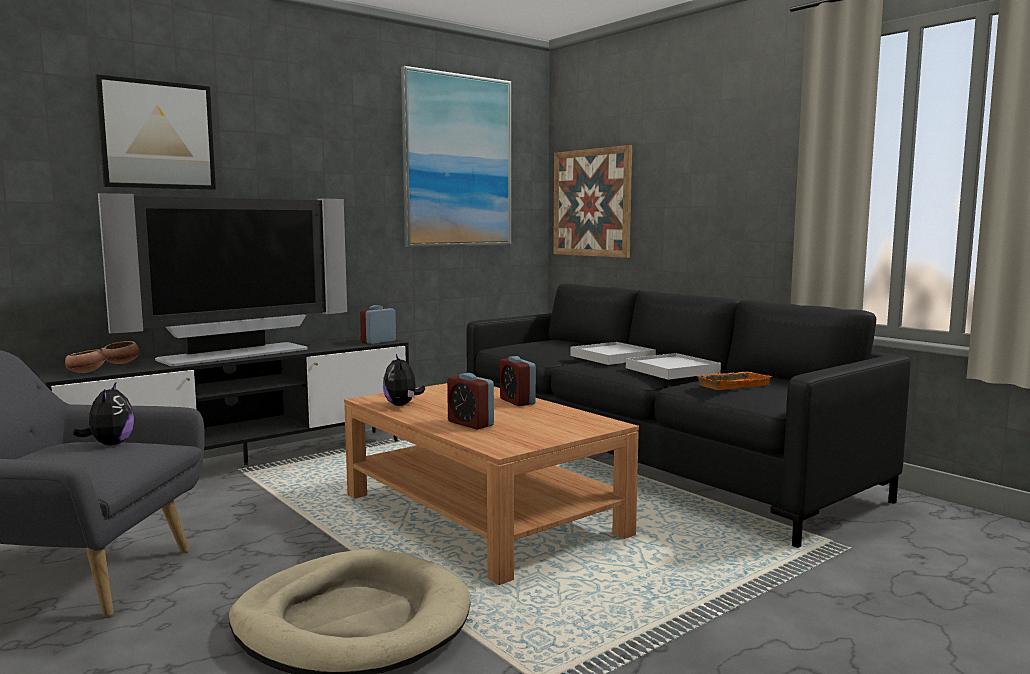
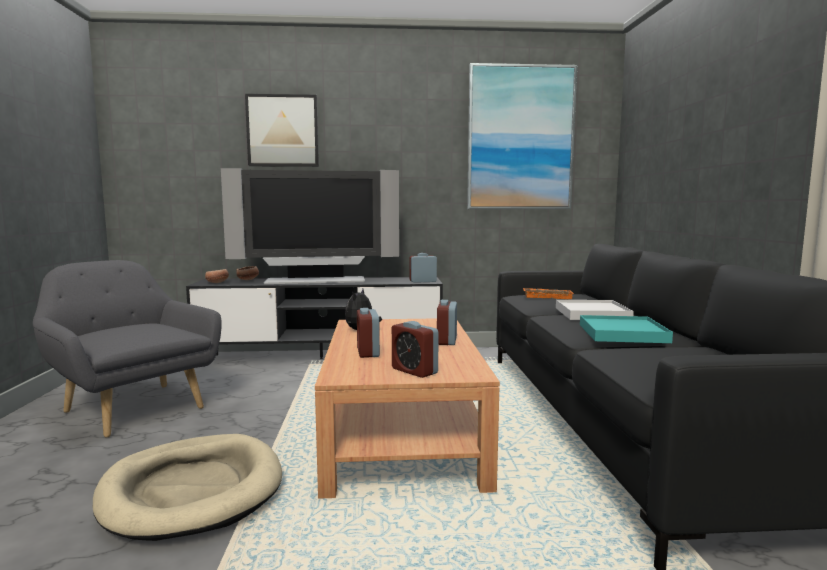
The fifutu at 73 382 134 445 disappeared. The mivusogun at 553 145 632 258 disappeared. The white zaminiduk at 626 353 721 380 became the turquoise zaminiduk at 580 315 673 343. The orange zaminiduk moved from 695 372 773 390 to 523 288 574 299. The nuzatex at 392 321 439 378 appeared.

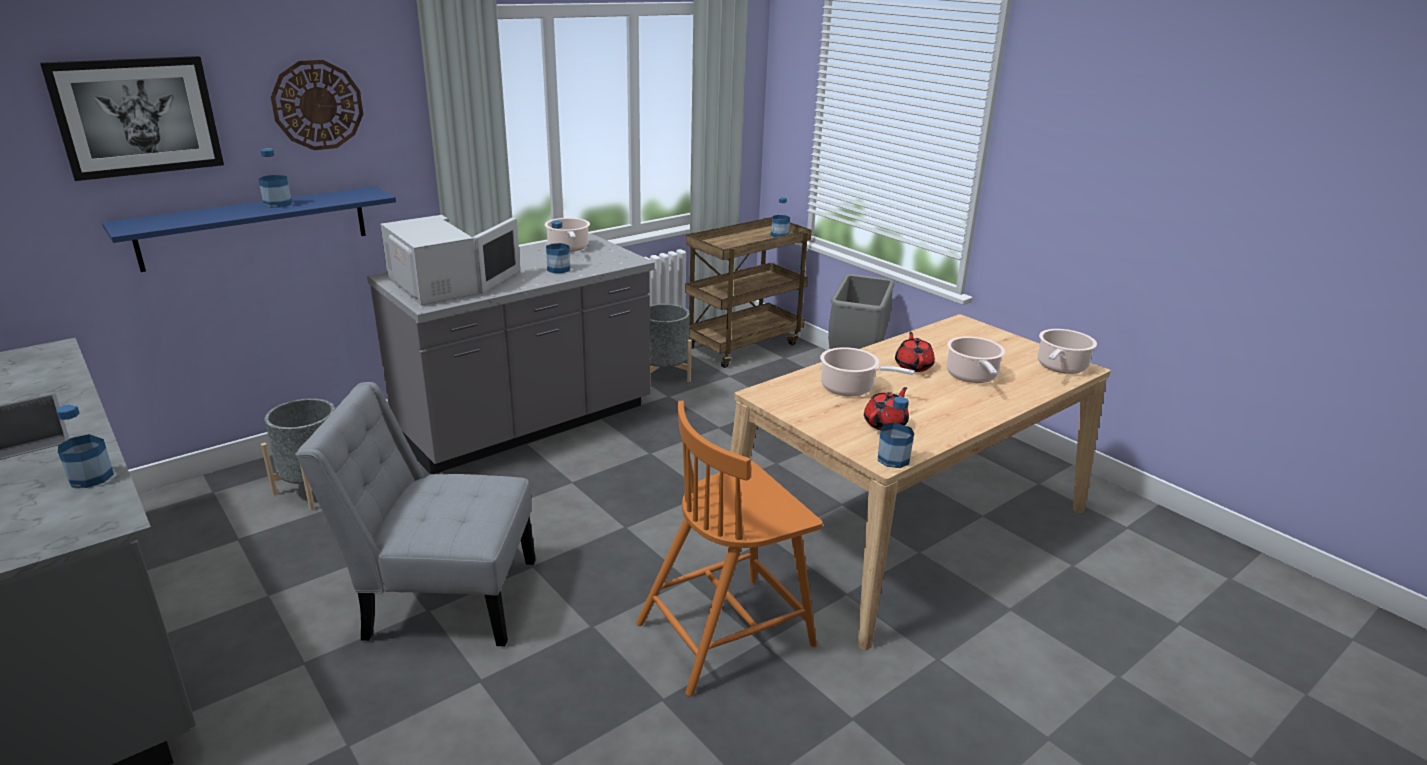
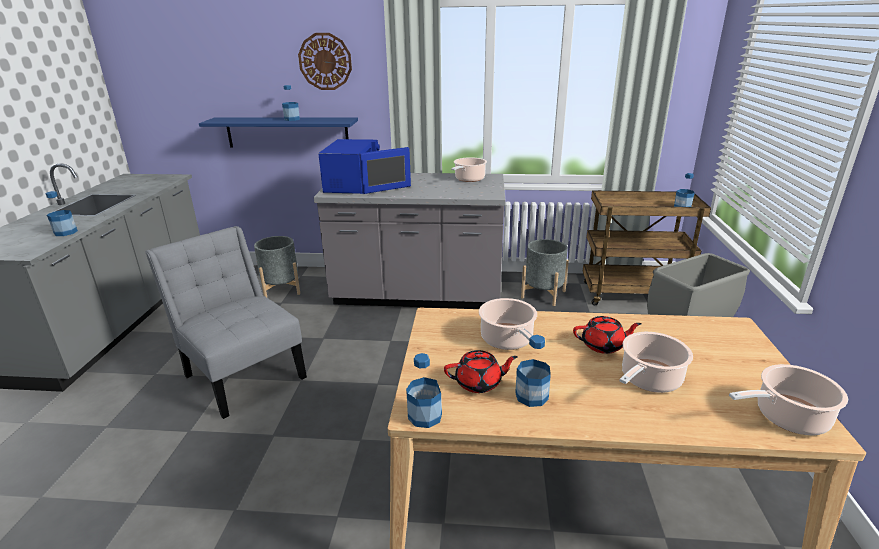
The mivusogun at 40 56 224 181 disappeared. The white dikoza at 380 215 520 306 became the blue dikoza at 318 139 411 194. The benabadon moved from 546 221 570 273 to 515 335 551 407. The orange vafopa at 636 401 823 696 disappeared. The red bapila at 895 332 935 372 turned 45 degrees clockwise.

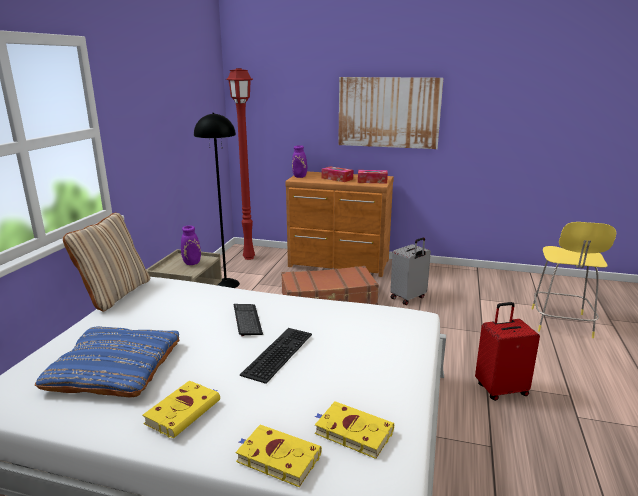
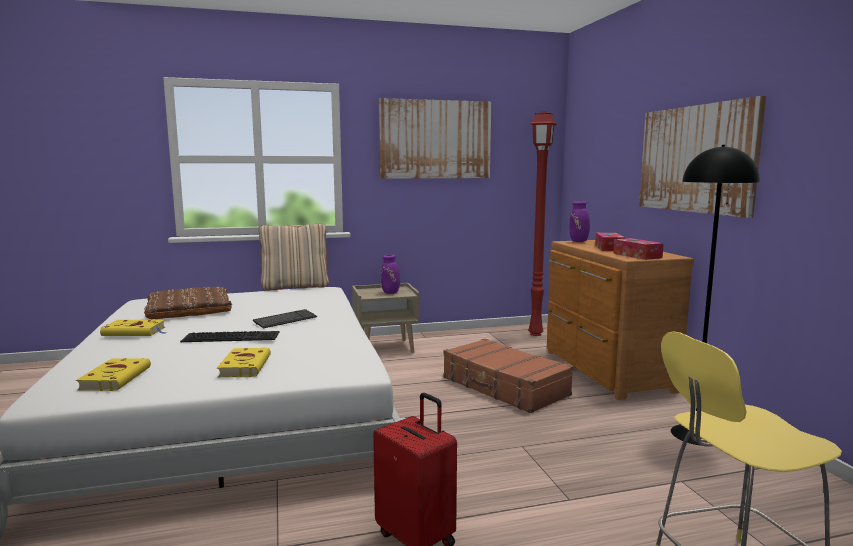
The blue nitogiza at 35 326 179 397 became the brown nitogiza at 144 287 232 319. The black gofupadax moved from 194 113 240 288 to 671 145 760 446. The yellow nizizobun moved from 236 425 322 487 to 217 348 271 377. The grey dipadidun at 390 237 431 305 disappeared. The mivusogun at 379 98 491 179 appeared.

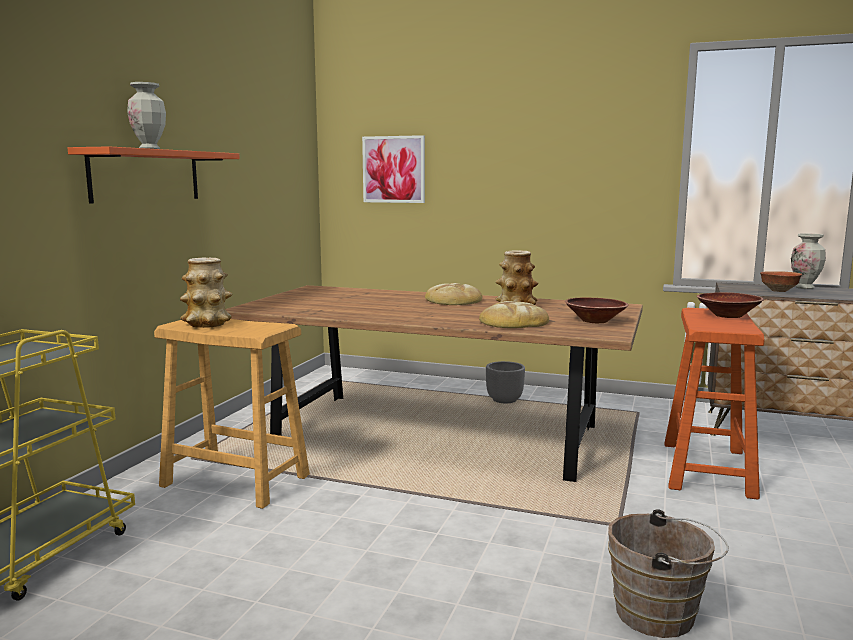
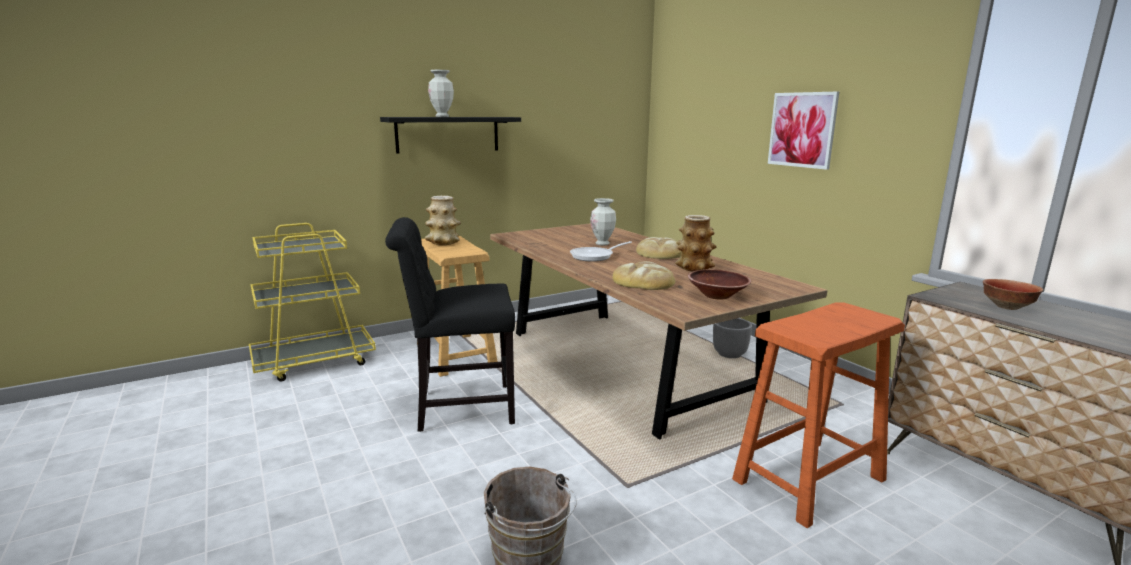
The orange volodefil at 68 146 240 204 became the black volodefil at 380 117 521 154. The mivusogun moved from 362 135 425 203 to 768 92 839 170. The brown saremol at 697 292 764 318 disappeared. The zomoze moved from 791 233 826 289 to 590 198 616 246. The black vafopa at 385 217 515 432 appeared. The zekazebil at 570 241 632 262 appeared.

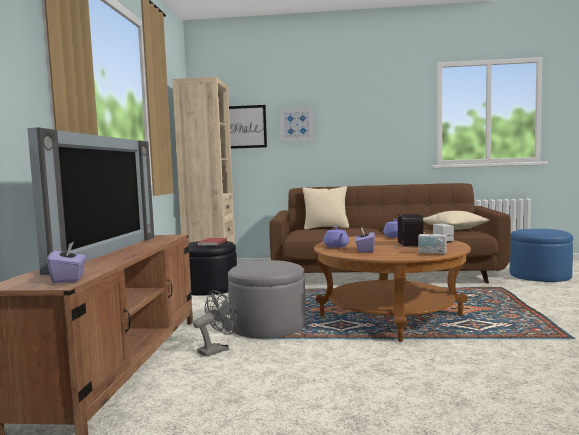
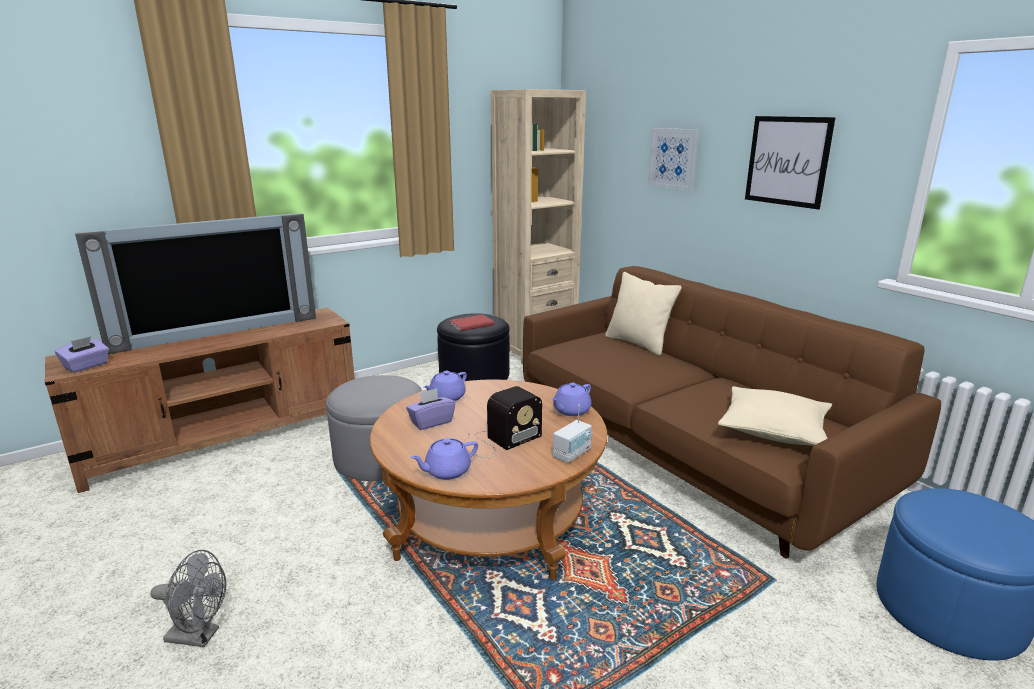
The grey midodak moved from 193 290 237 357 to 150 550 226 647. The mivusogun moved from 229 105 267 149 to 745 116 836 209. The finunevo at 418 221 447 255 was replaced by the purple bapila at 410 438 478 480.

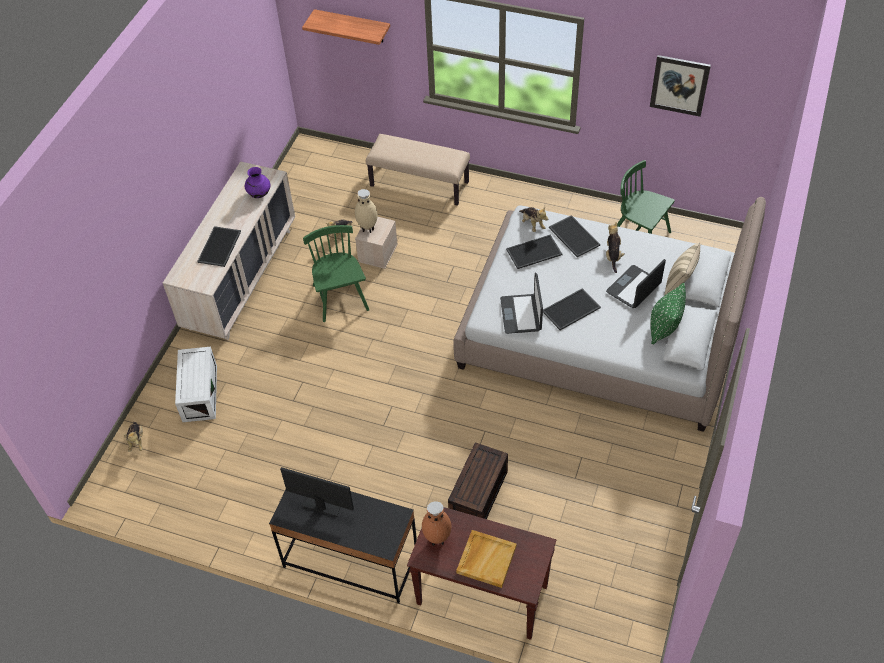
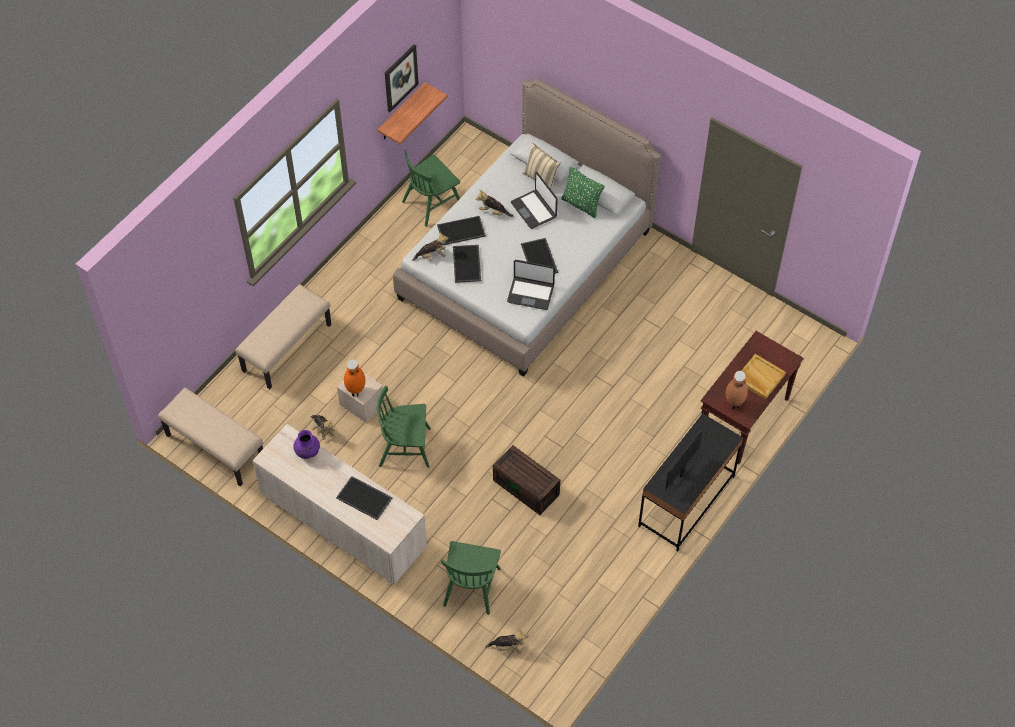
The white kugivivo at 175 346 217 422 was replaced by the green vafopa at 441 541 501 615. The volodefil moved from 302 9 390 45 to 377 83 447 144. The beige zomoze at 355 189 377 233 became the orange zomoze at 344 359 365 397. The brown kugivivo moved from 448 442 508 519 to 493 445 560 515. The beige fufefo at 158 388 263 487 appeared.

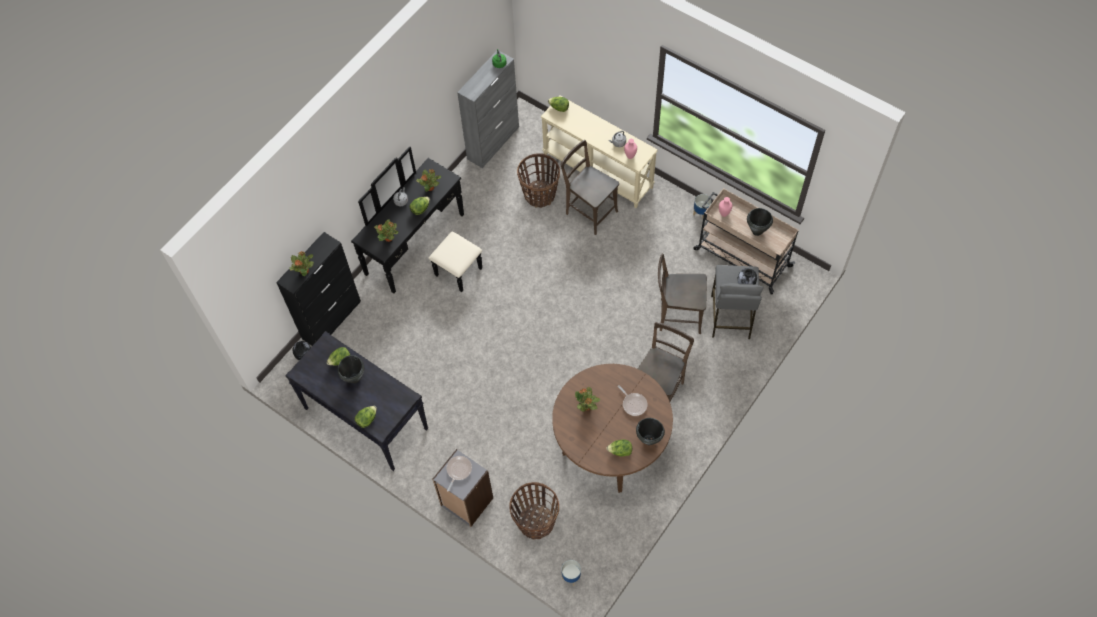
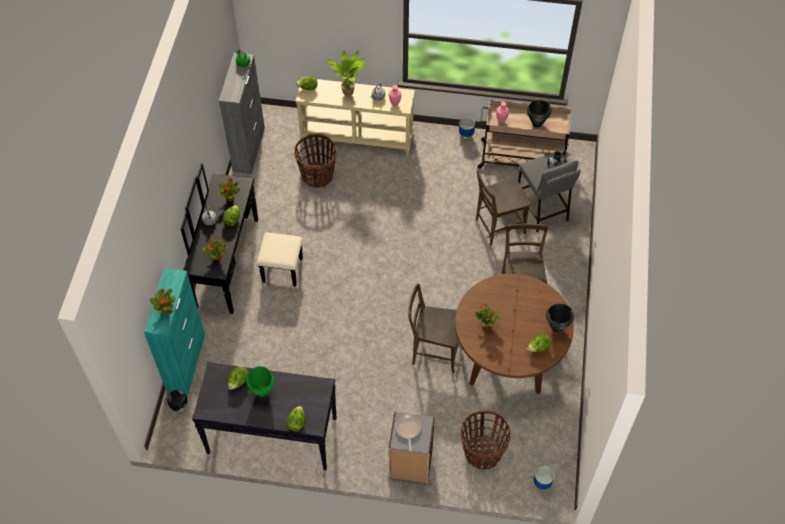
The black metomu at 276 232 361 346 became the turquoise metomu at 144 268 205 395. The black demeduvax at 338 355 364 384 became the green demeduvax at 246 366 274 397. The brown vafopa moved from 561 140 619 235 to 408 283 459 373. The zekazebil at 618 385 647 416 disappeared. The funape at 327 50 366 97 appeared.

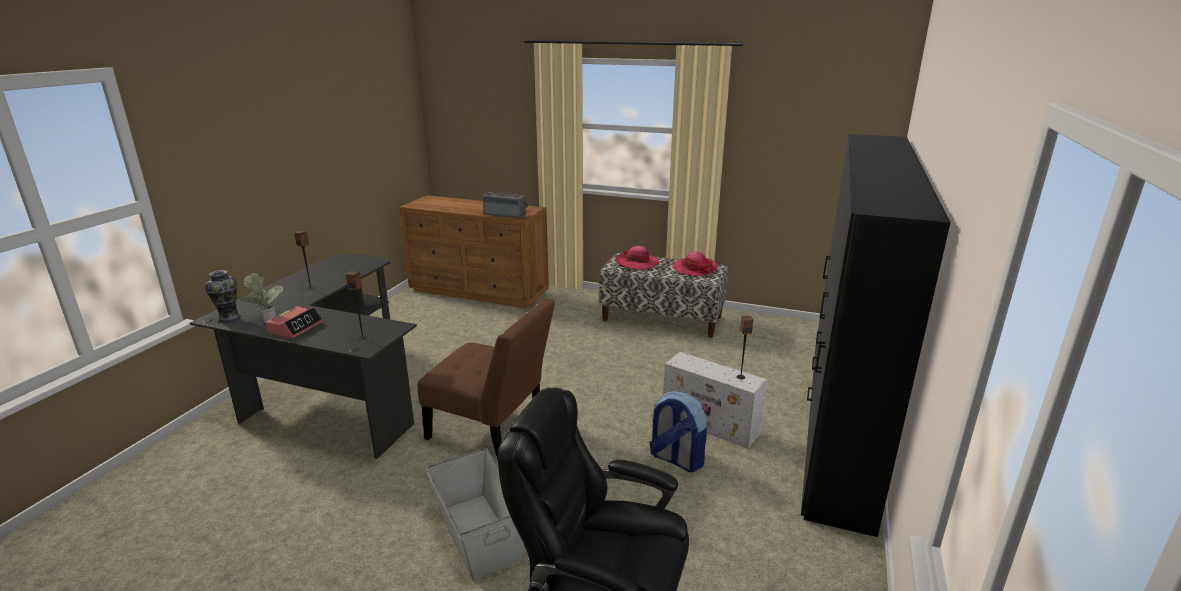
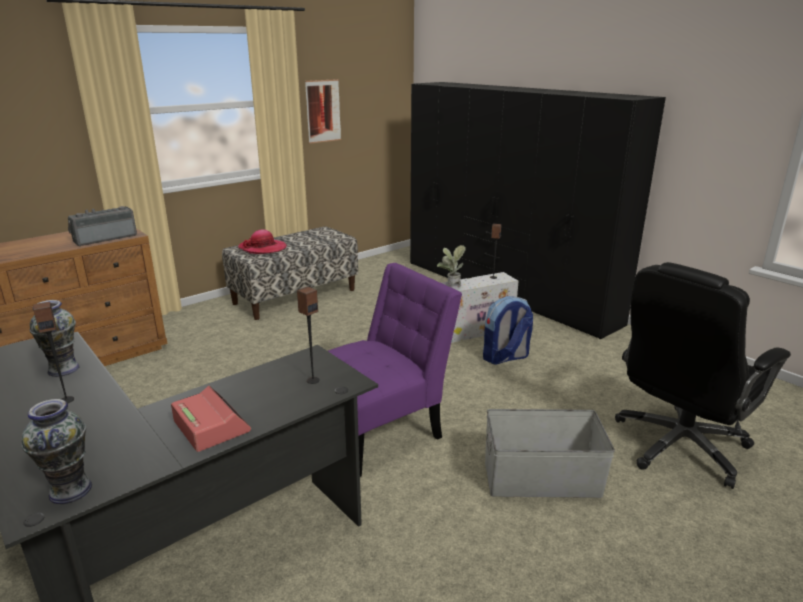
The funape moved from 240 273 283 324 to 437 245 466 286. The brown vafopa at 418 298 555 460 became the purple vafopa at 328 263 462 477. The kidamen at 672 251 718 276 disappeared. The zomoze at 30 300 80 377 appeared. The mivusogun at 305 79 341 144 appeared.

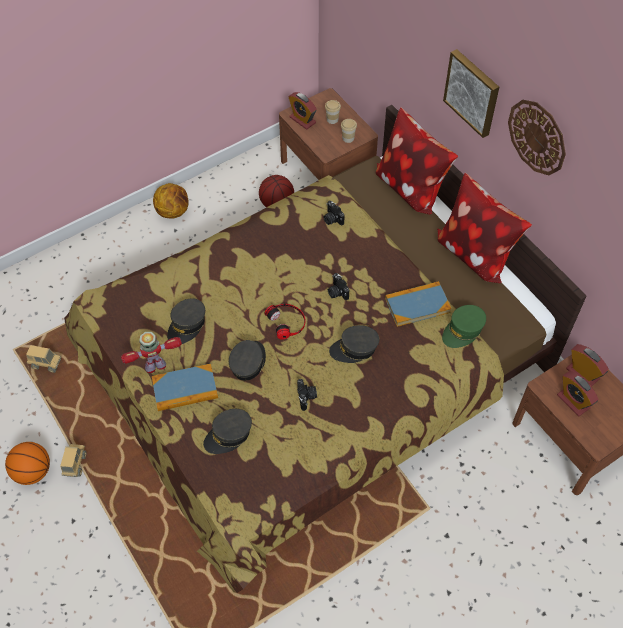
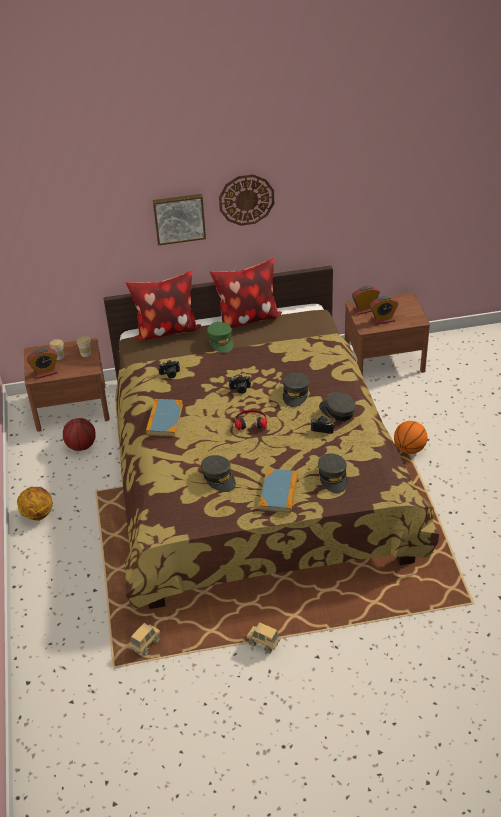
The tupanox moved from 5 442 50 485 to 394 421 427 454. The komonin at 121 332 182 373 disappeared. The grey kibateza moved from 229 340 266 381 to 319 392 356 421. The nizizobun moved from 385 281 452 327 to 146 399 183 437. The green kibateza moved from 442 305 486 348 to 207 322 234 353.

